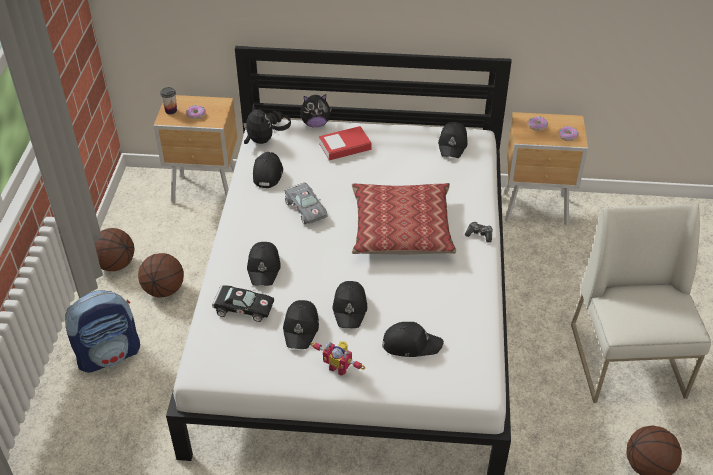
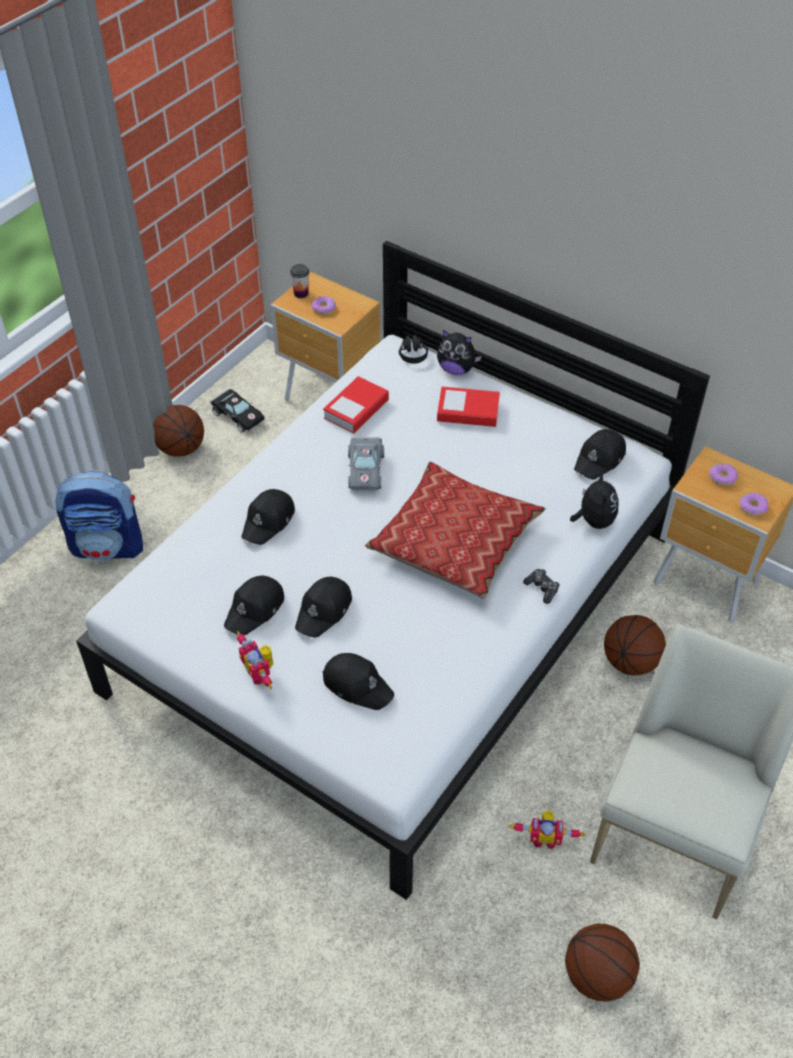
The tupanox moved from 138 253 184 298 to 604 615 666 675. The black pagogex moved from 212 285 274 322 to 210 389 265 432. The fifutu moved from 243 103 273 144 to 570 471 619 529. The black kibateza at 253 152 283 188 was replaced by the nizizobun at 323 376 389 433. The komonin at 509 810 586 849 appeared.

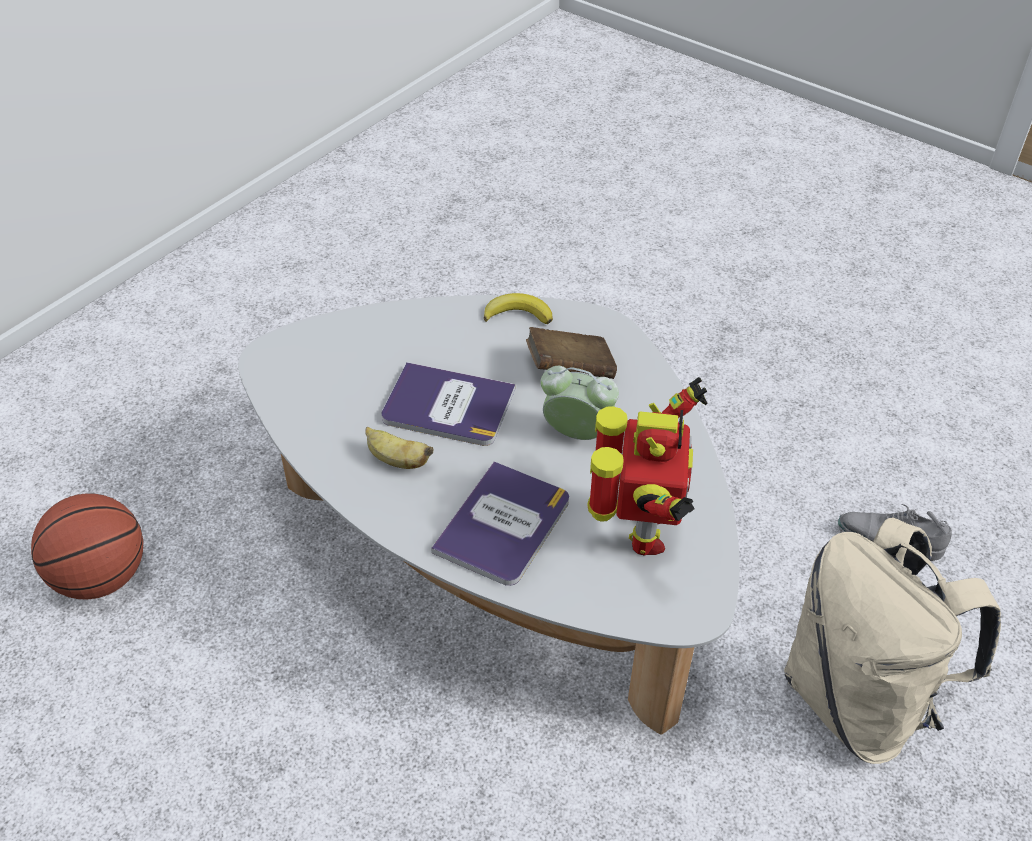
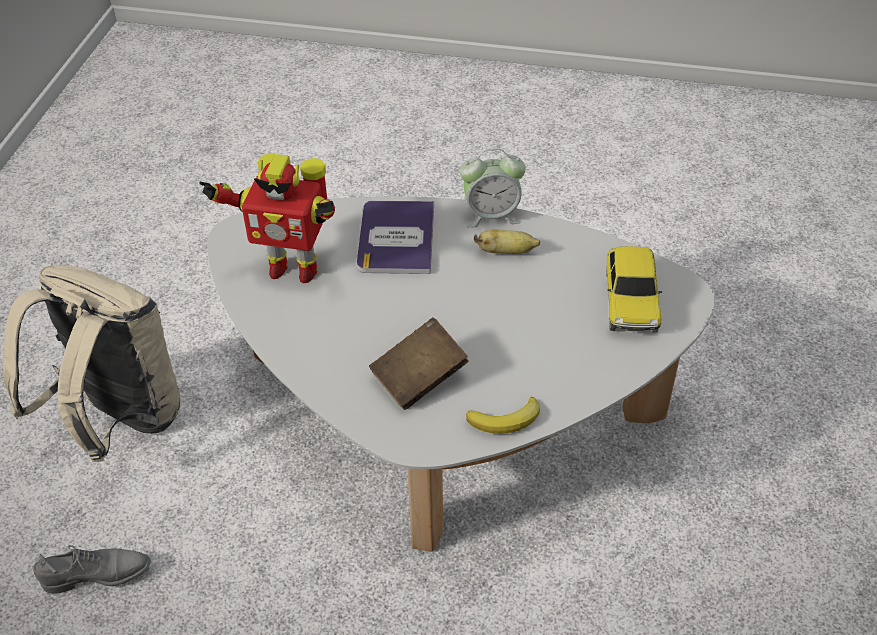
The tupanox at 31 493 143 600 disappeared. The nizizobun at 381 362 515 446 disappeared. The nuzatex moved from 541 366 619 440 to 460 149 526 228. The komonin at 587 377 708 556 turned 60 degrees counterclockwise. The pagogex at 606 246 662 332 appeared.

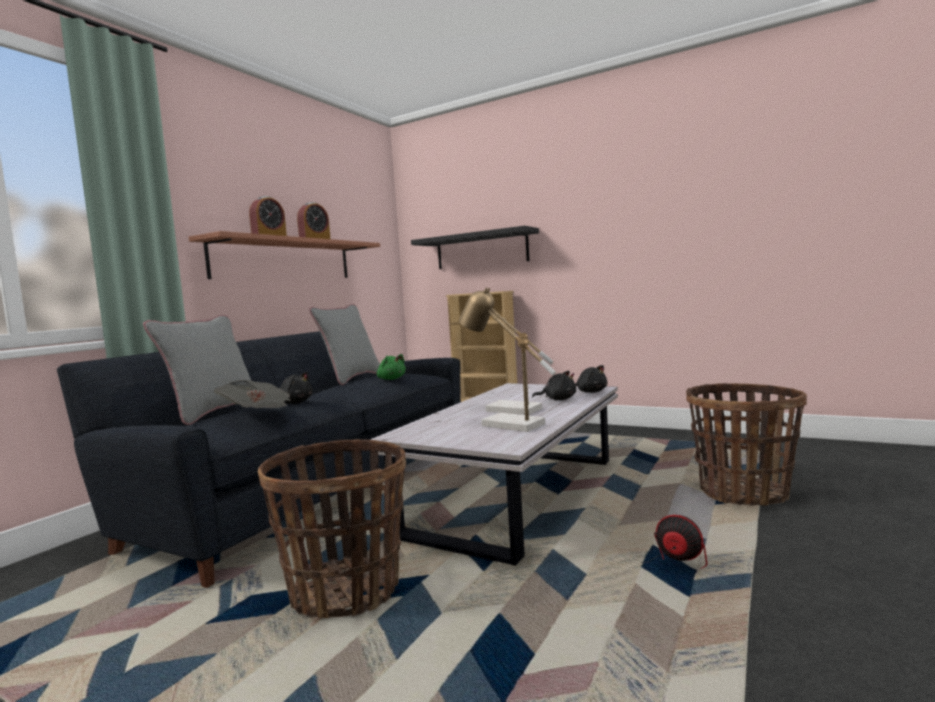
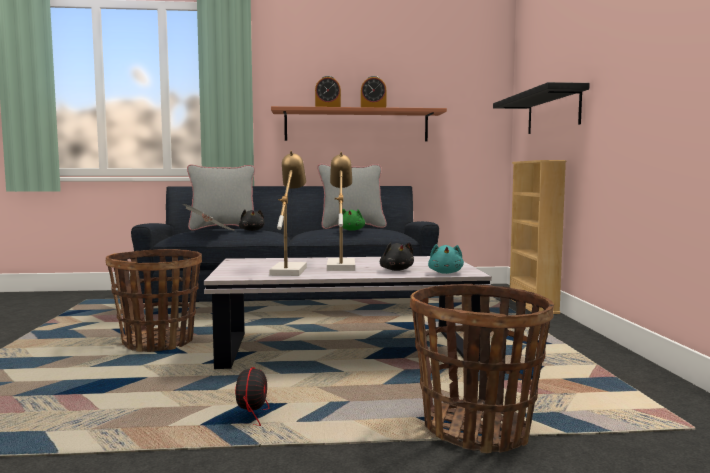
The black fifutu at 575 365 607 393 became the turquoise fifutu at 428 244 464 274.

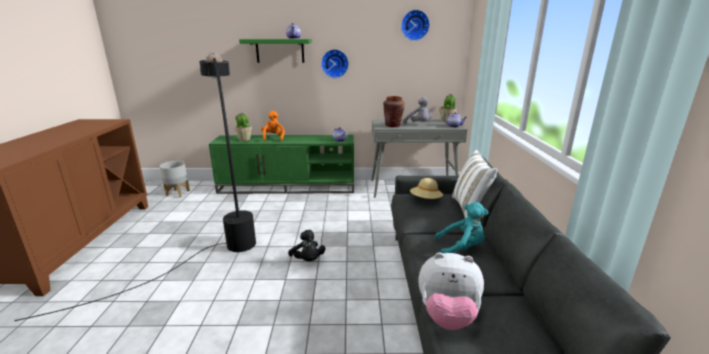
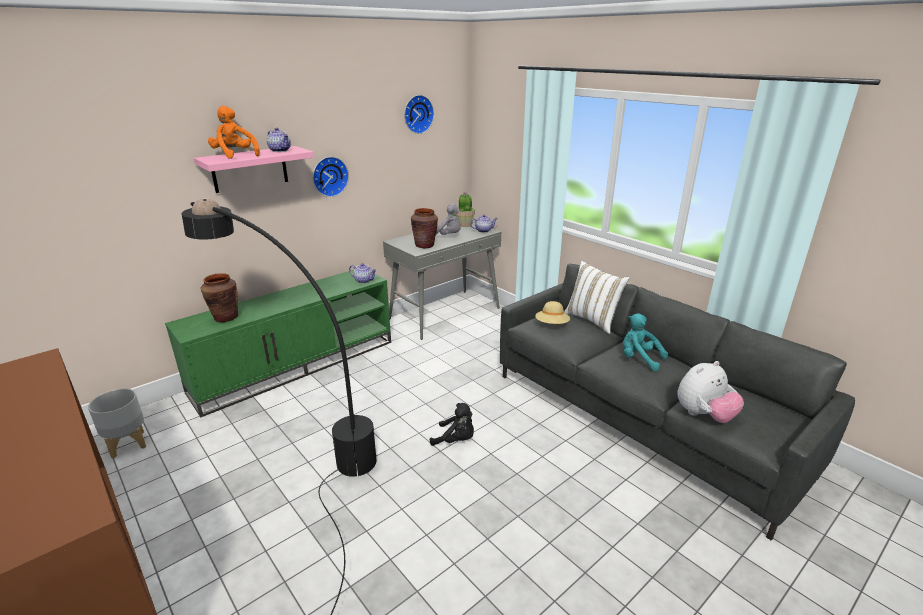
The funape at 235 112 252 141 was replaced by the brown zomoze at 201 273 238 322. The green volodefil at 239 39 312 63 became the pink volodefil at 194 146 314 193. The orange fifutu moved from 261 111 285 141 to 208 106 260 159. The turquoise fifutu at 435 202 489 253 turned 105 degrees counterclockwise.

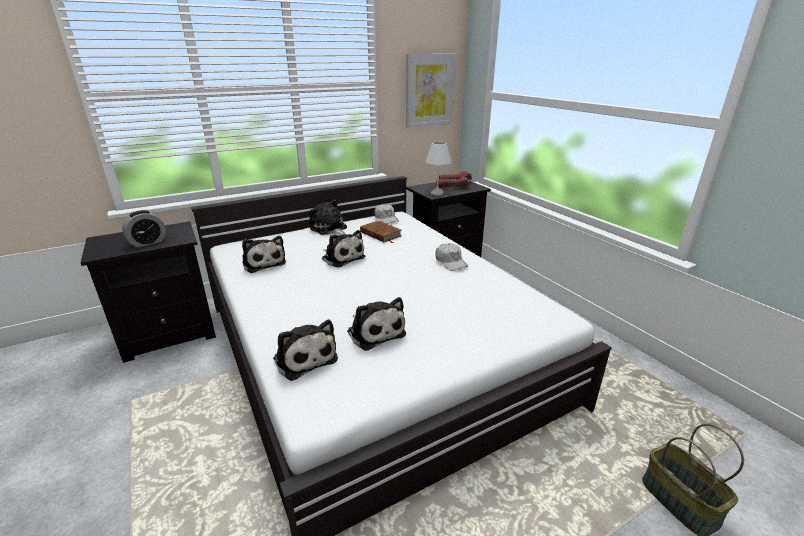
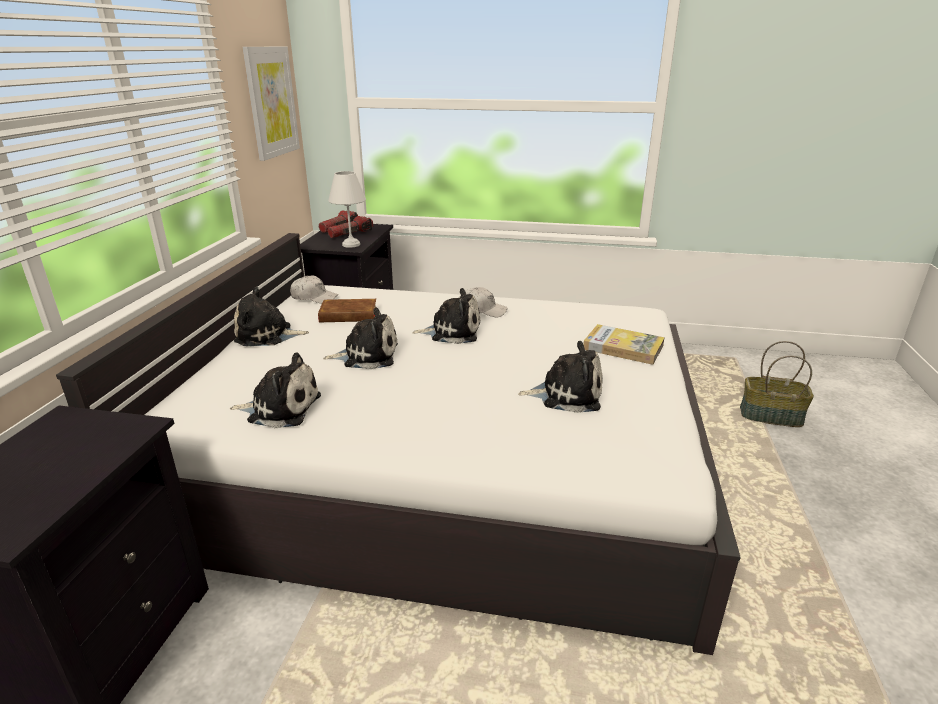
The nuzatex at 122 210 166 248 disappeared. The fifutu moved from 273 320 338 381 to 412 288 480 344. The nizizobun at 583 324 665 365 appeared.

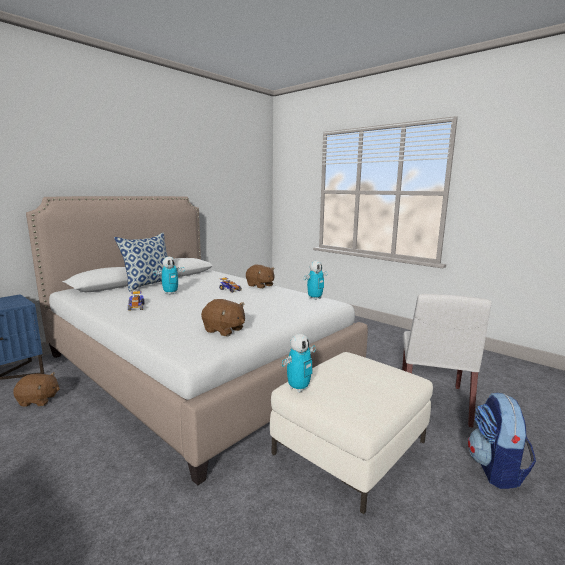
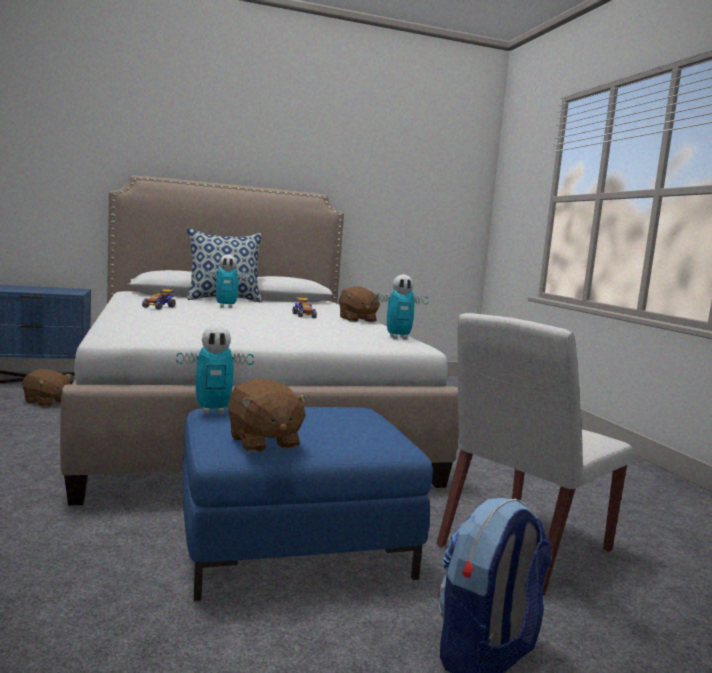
The brown fifutu moved from 201 299 245 336 to 228 378 310 453. The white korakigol at 270 352 433 514 became the blue korakigol at 182 407 433 601.

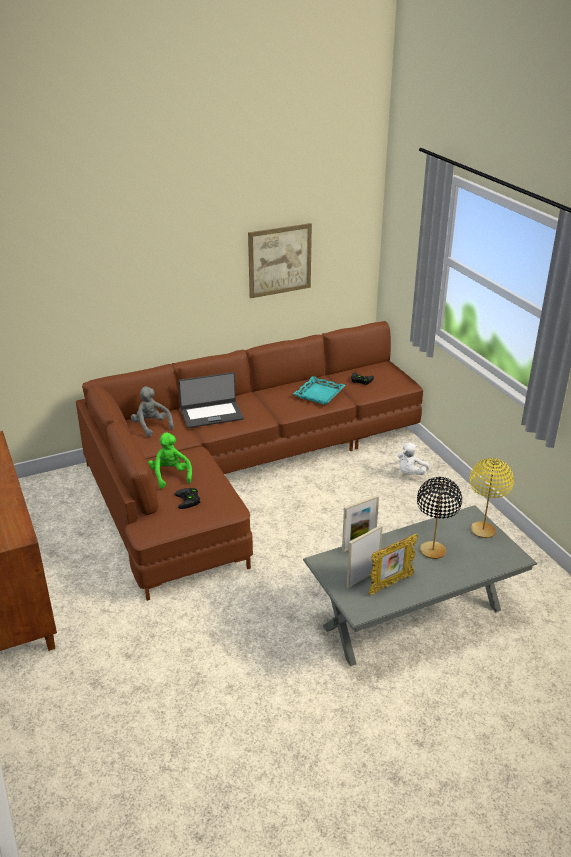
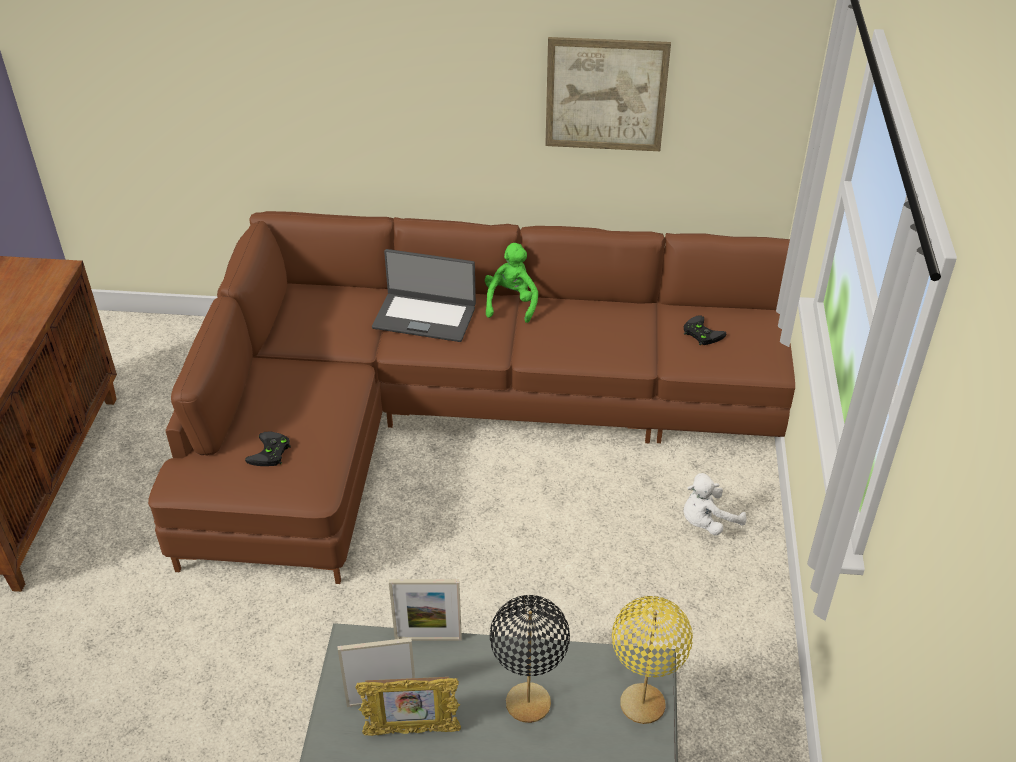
The grey fifutu at 131 386 174 437 disappeared. The green fifutu moved from 148 432 192 489 to 485 243 538 323. The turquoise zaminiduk at 293 376 346 405 disappeared.

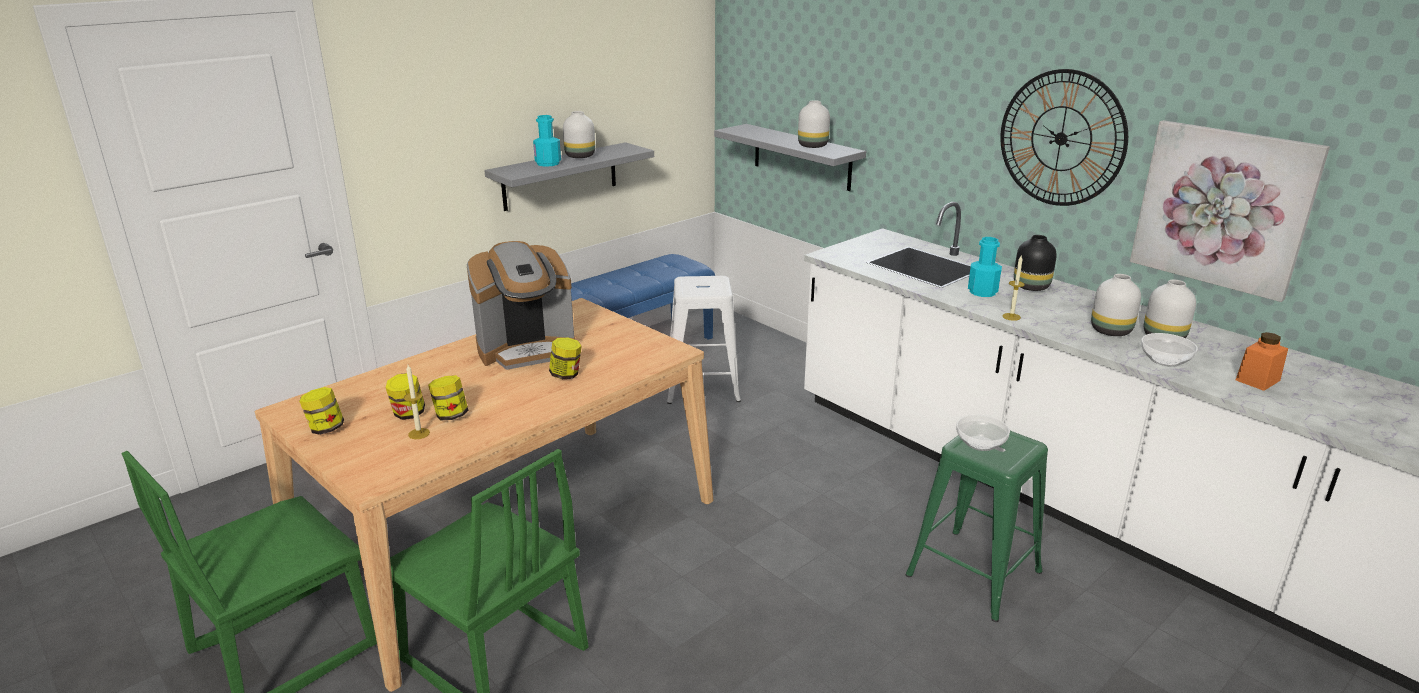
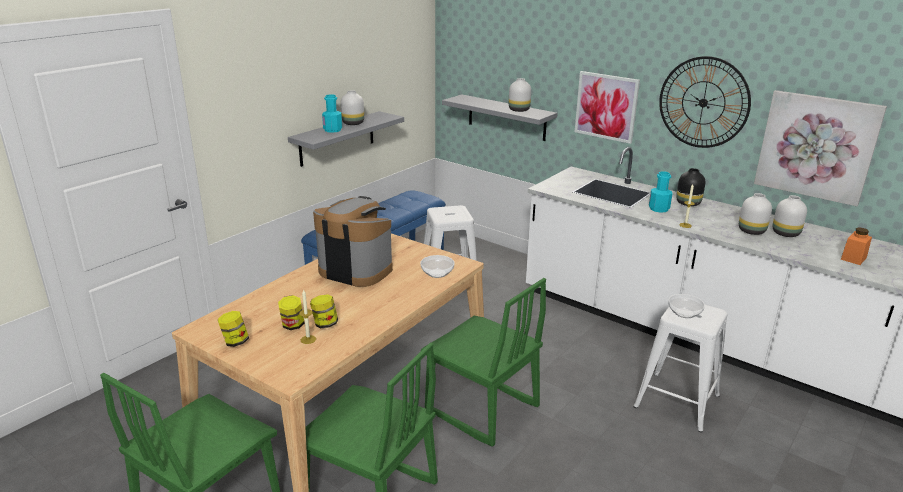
The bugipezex at 466 241 575 370 turned 120 degrees counterclockwise. The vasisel at 549 338 582 379 disappeared. The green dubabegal at 906 431 1048 622 became the white dubabegal at 633 305 728 433. The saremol moved from 1141 333 1198 367 to 420 255 455 278. The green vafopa at 421 278 546 447 appeared. The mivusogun at 575 71 640 144 appeared.

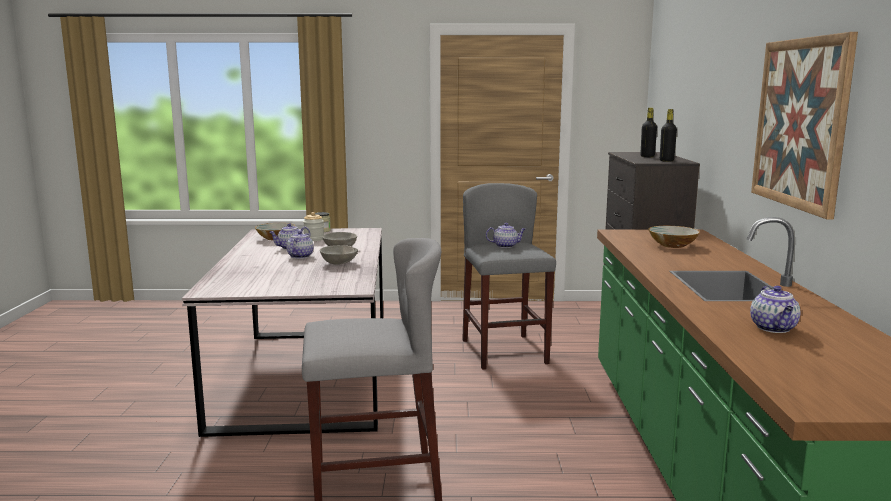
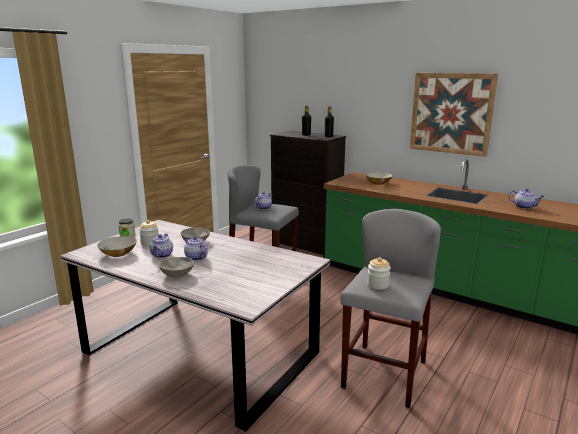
The grey saremol moved from 320 245 358 265 to 159 257 194 277. The vasisel at 367 257 391 289 appeared.

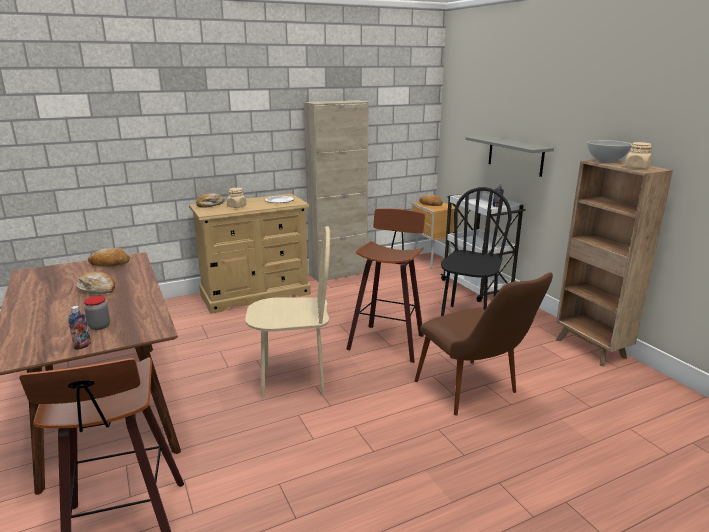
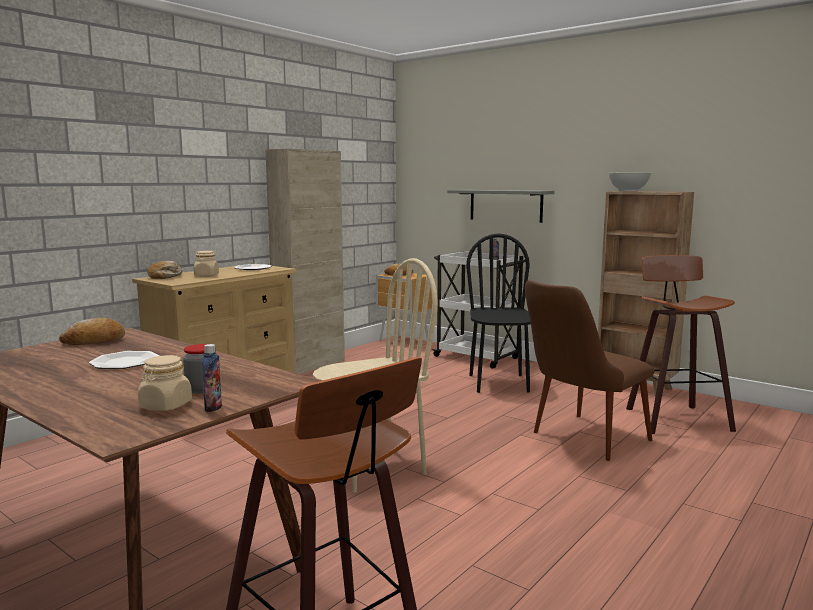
The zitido at 76 271 115 294 was replaced by the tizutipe at 89 351 159 369. The dubabegal moved from 346 208 425 363 to 626 255 736 434. The brown vafopa at 415 272 553 416 turned 105 degrees clockwise. The beige vasisel moved from 625 142 652 169 to 138 355 192 411.

